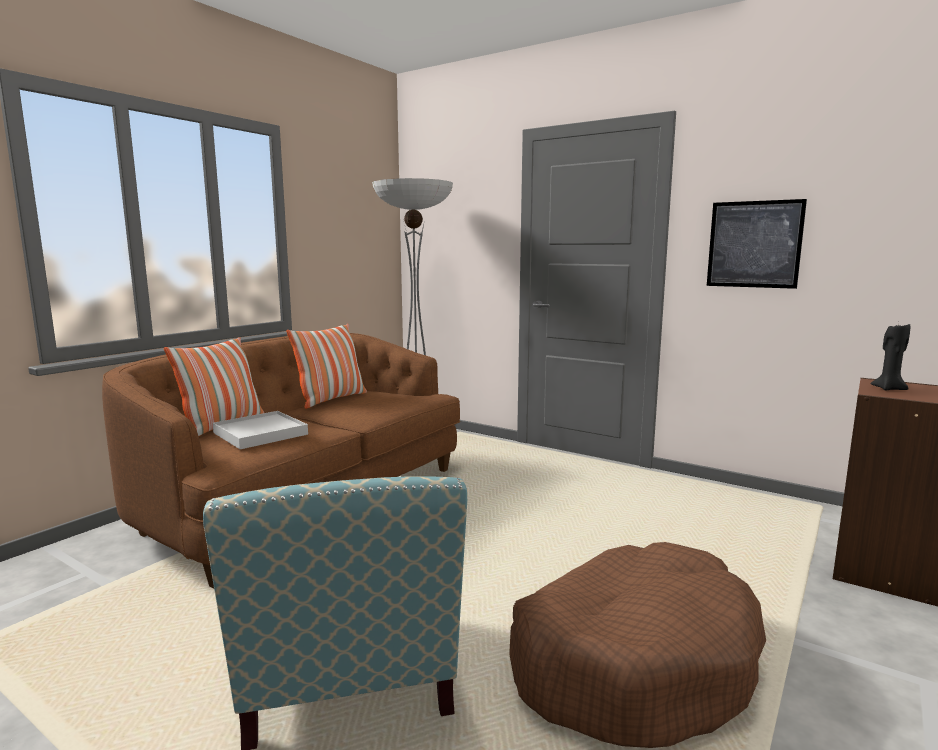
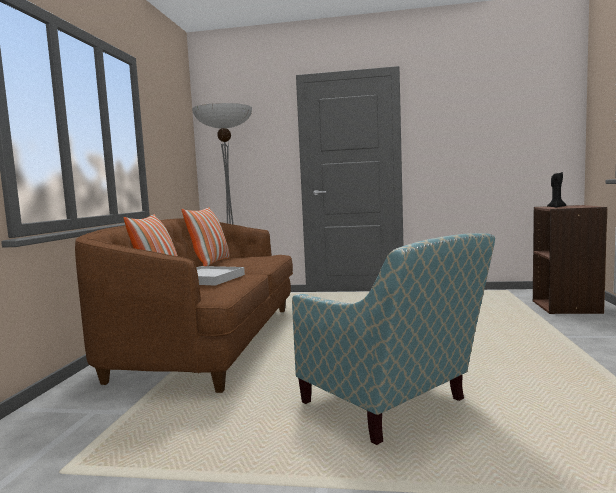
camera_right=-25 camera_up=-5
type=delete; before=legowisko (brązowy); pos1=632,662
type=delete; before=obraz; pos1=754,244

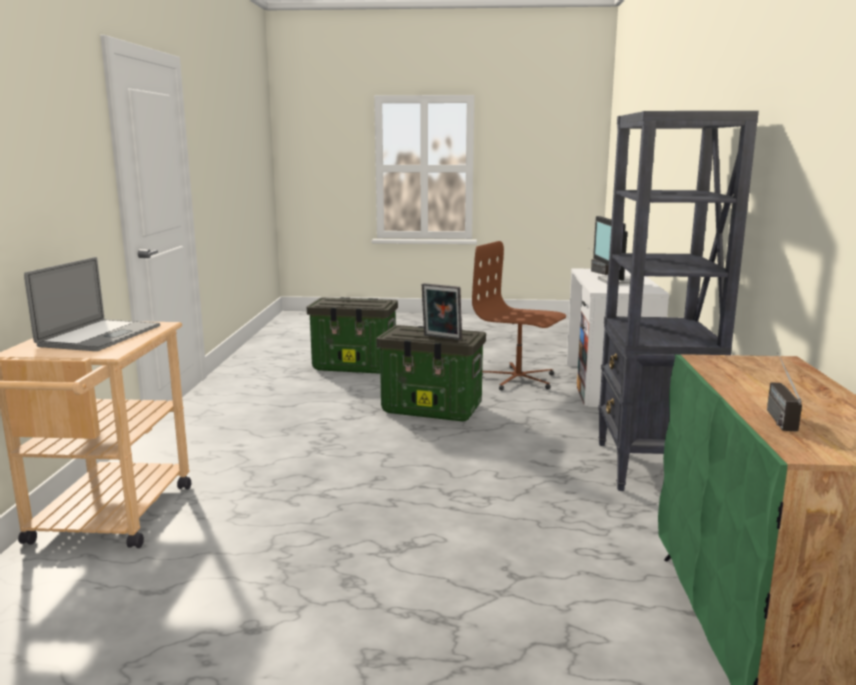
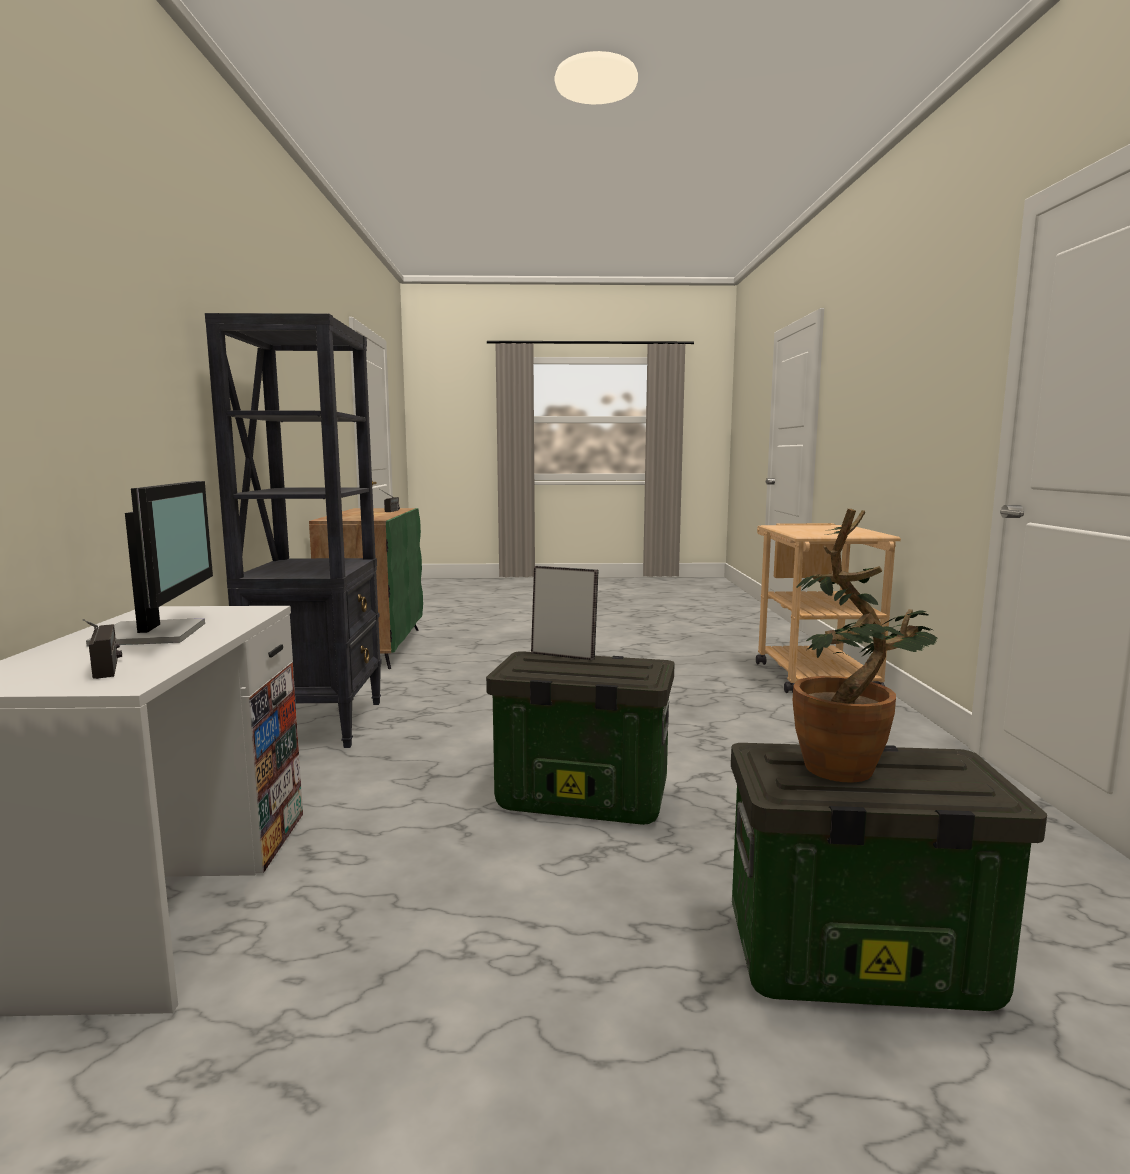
camera_right=175 camera_up=-5
type=delete; before=laptop; pos1=100,336
type=delete; before=krzesło biurowe (brązowy); pos1=518,379
type=insert; after=roślina doniczkowa; pos2=852,766

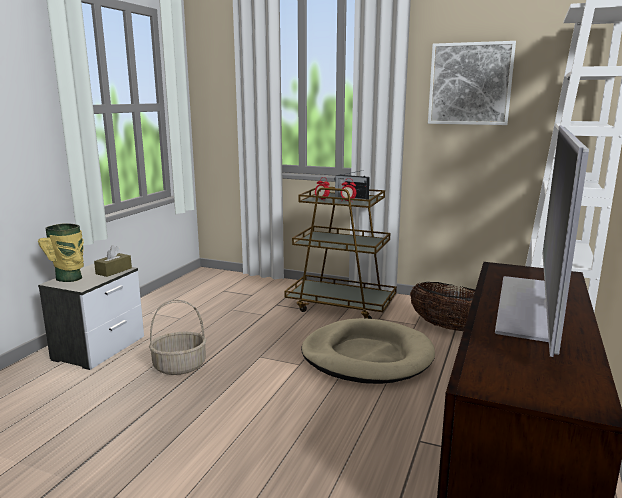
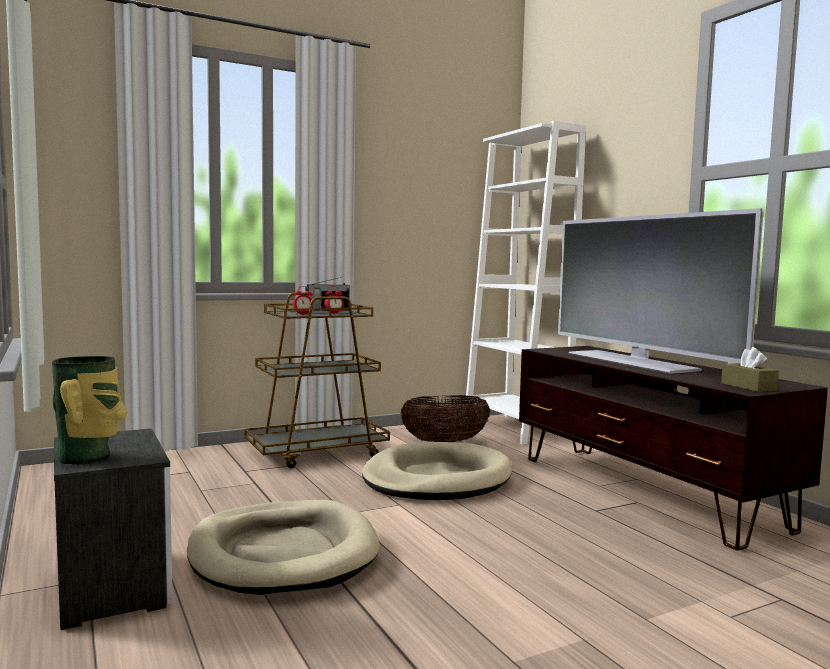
camera_right=-50 camera_up=-10
type=move; before=pudełko chusteczek (brązowy); pos1=114,271; pos2=748,387
type=replace; before=koszyk; after=legowisko (beżowy); pos1=180,366; pos2=283,553
type=delete; before=obraz; pos1=470,84

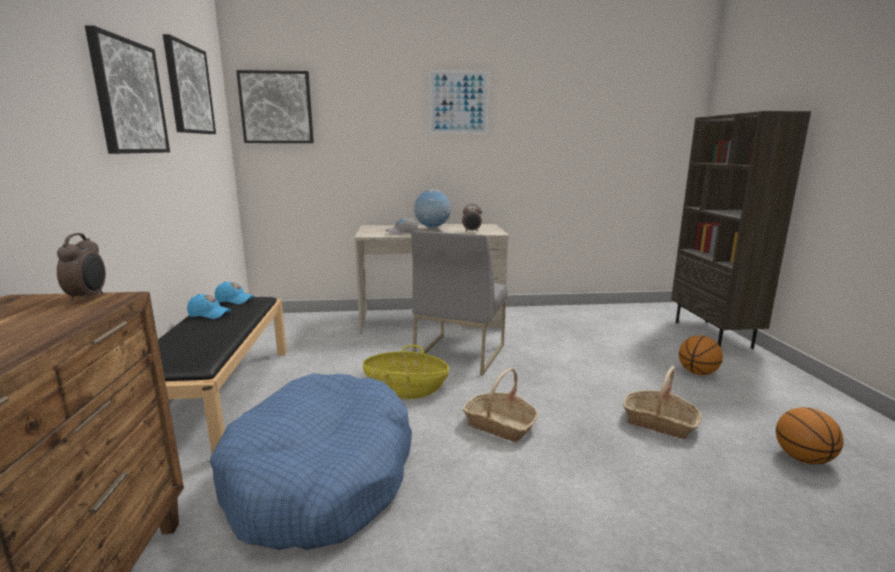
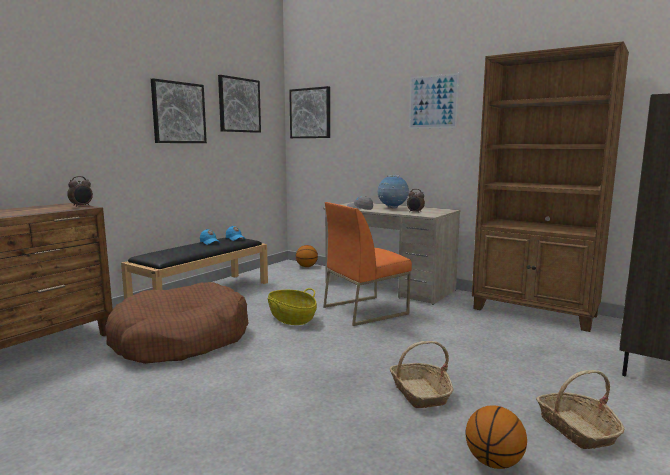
camera_right=40 camera_up=-5
type=recolor; before=legowisko (niebieski); after=legowisko (brązowy); pos1=321,476; pos2=181,339
type=recolor; before=krzesło (szary); after=krzesło (pomarańczowy); pos1=459,353; pos2=365,310
type=move; before=koszyk; pos1=500,425; pos2=577,429
type=move; before=piłka do koszykówki; pos1=697,373; pos2=306,266
type=insert; after=regał (brązowy); pos2=535,312

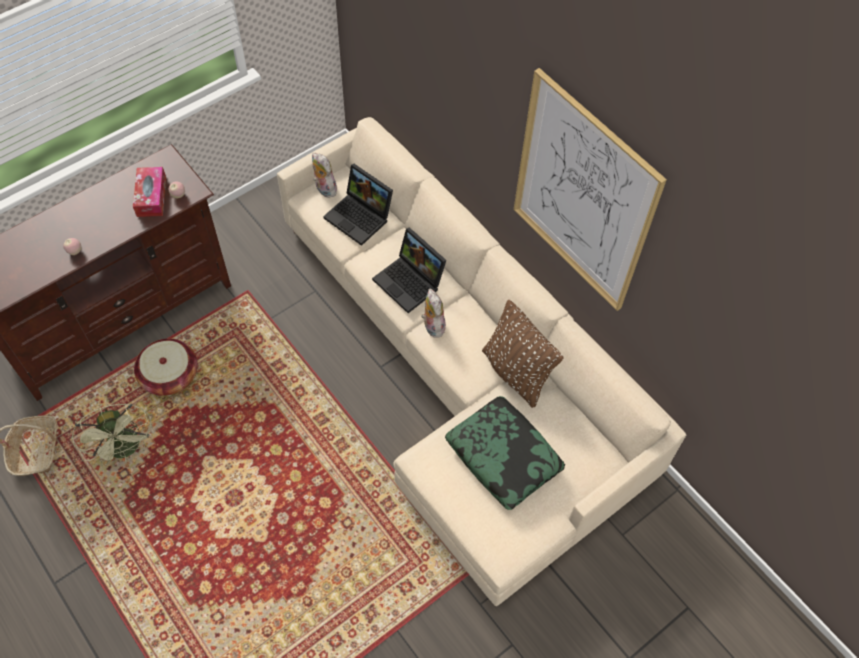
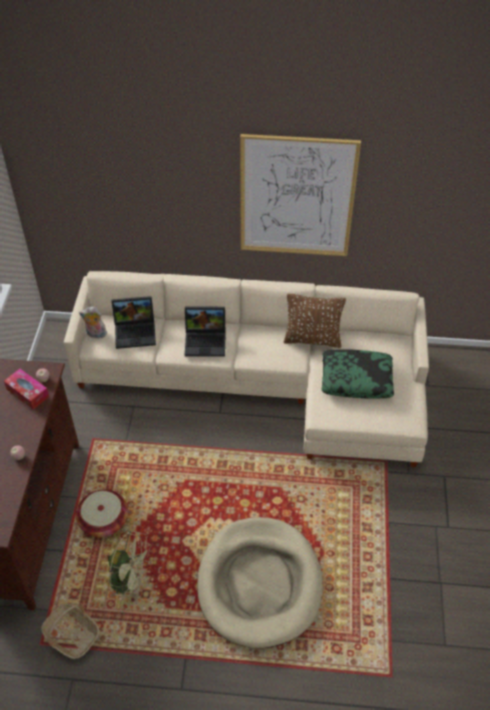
camera_right=-45 camera_up=-10
type=delete; before=pluszak; pos1=432,326
type=insert; after=legowisko (beżowy); pos2=259,583

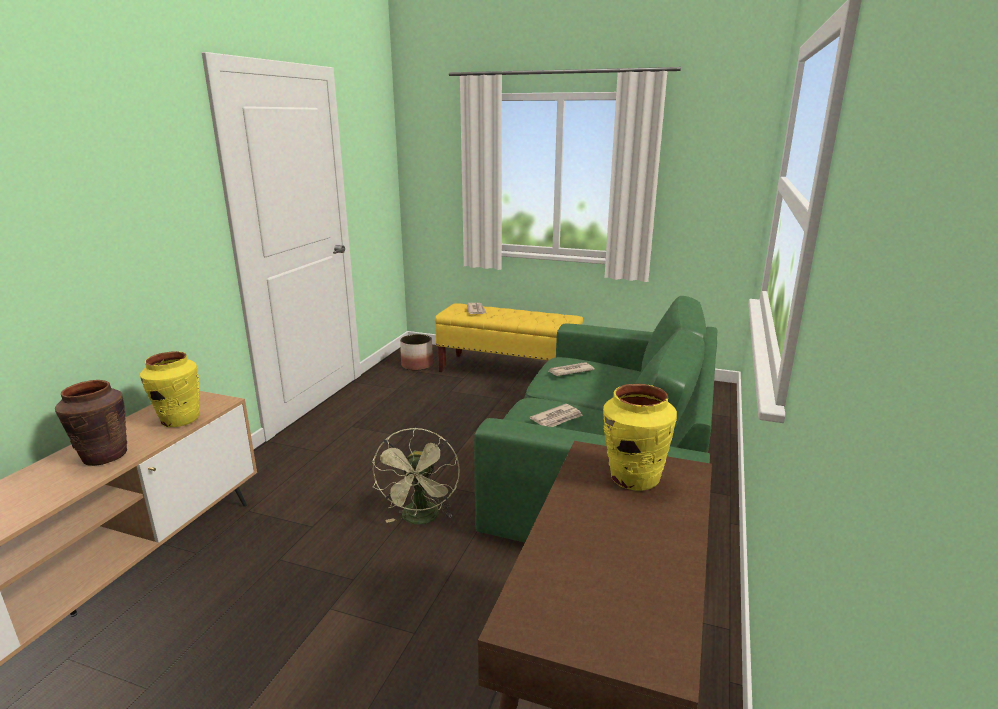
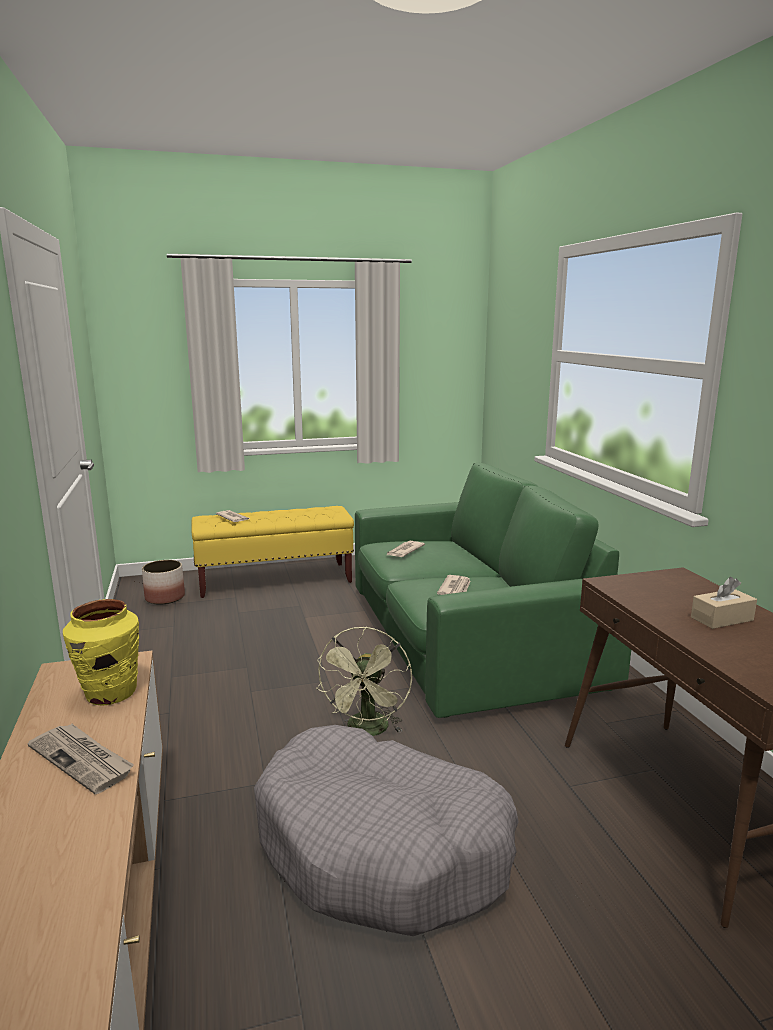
camera_right=-35 camera_up=-5
type=replace; before=wazon (brązowy); after=gazeta; pos1=104,456; pos2=82,759
type=rotate; before=wentylator (zielony); pos1=421,519; pos2=367,731; turn=45
type=delete; before=wazon (żółty); pos1=633,478
type=insert; after=legowisko (szary); pos2=383,847
type=insert; after=pudełko chusteczek (beżowy); pos2=721,619

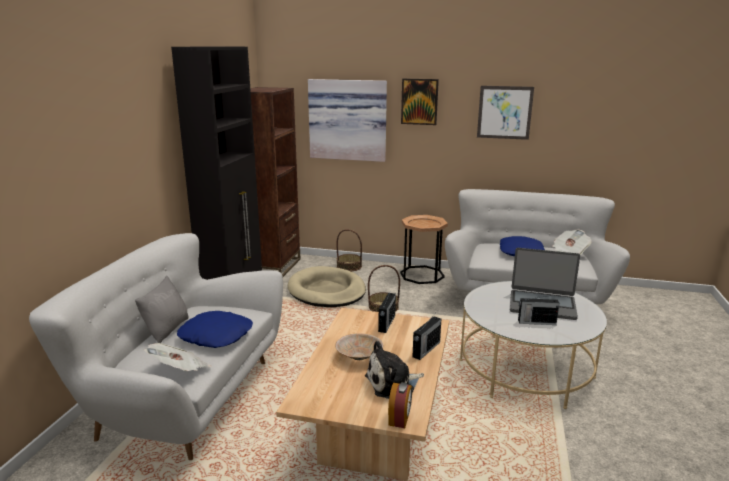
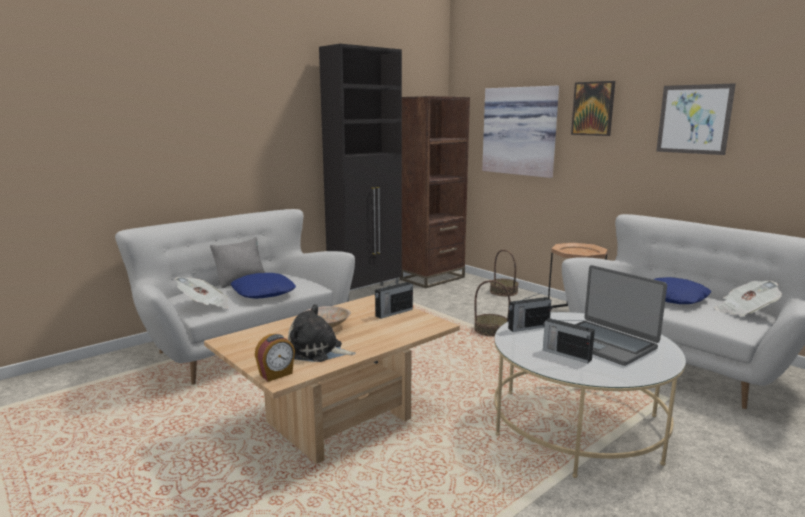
camera_right=35 camera_up=-5
type=delete; before=legowisko (beżowy); pos1=327,291
type=move; before=radio; pos1=425,350; pos2=528,327

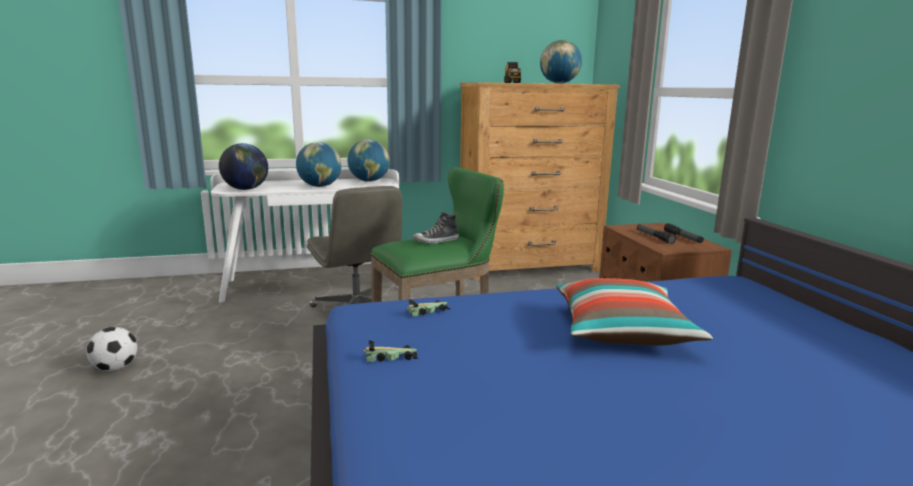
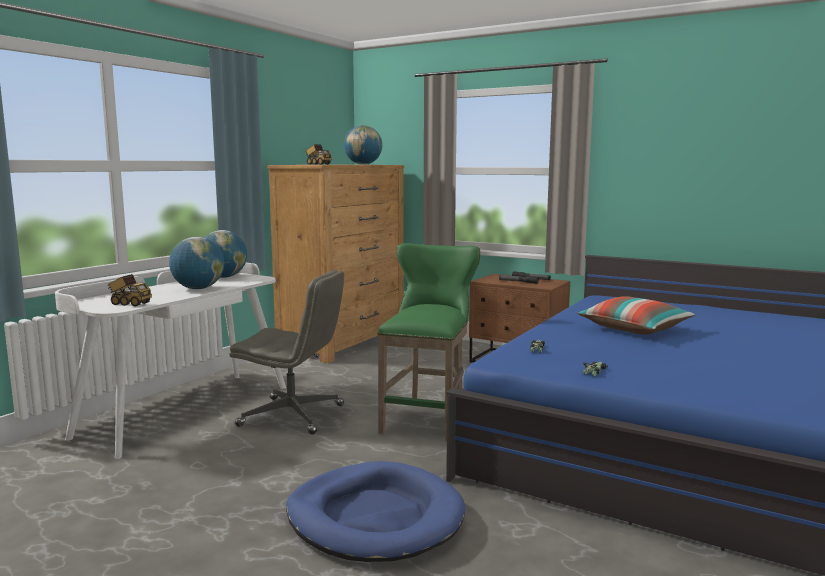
camera_right=-45 camera_up=-5
type=delete; before=piłka futbolowa; pos1=115,368
type=replace; before=globus; after=ciężarówka zabawkowa; pos1=246,189; pos2=130,304
type=delete; before=but; pos1=436,241
type=insert; after=legowisko (niebieski); pos2=375,517

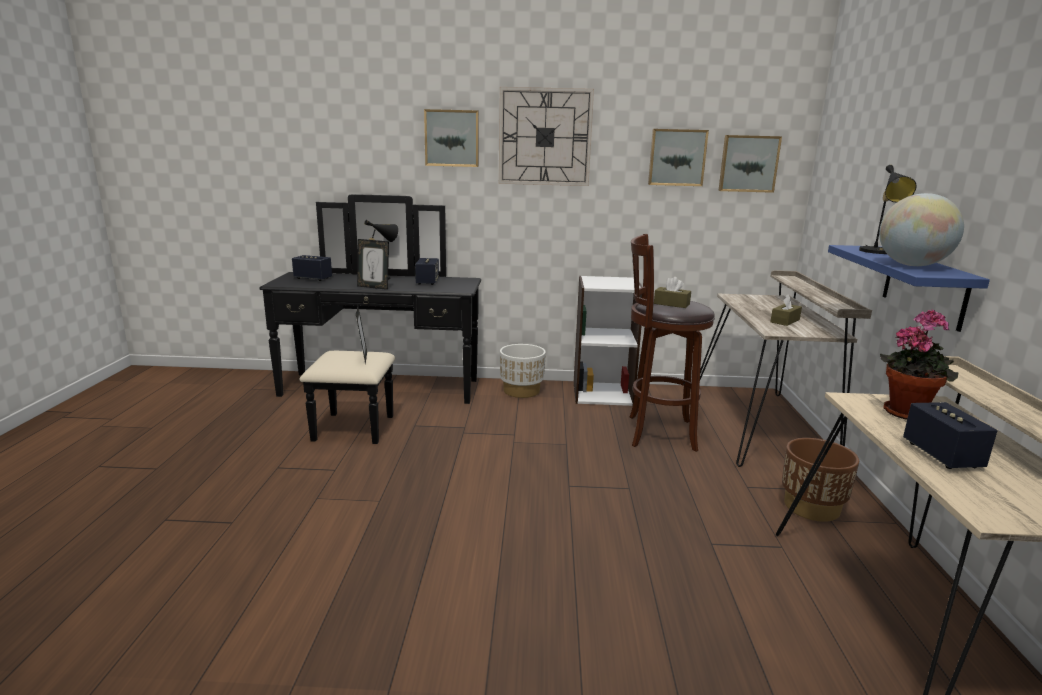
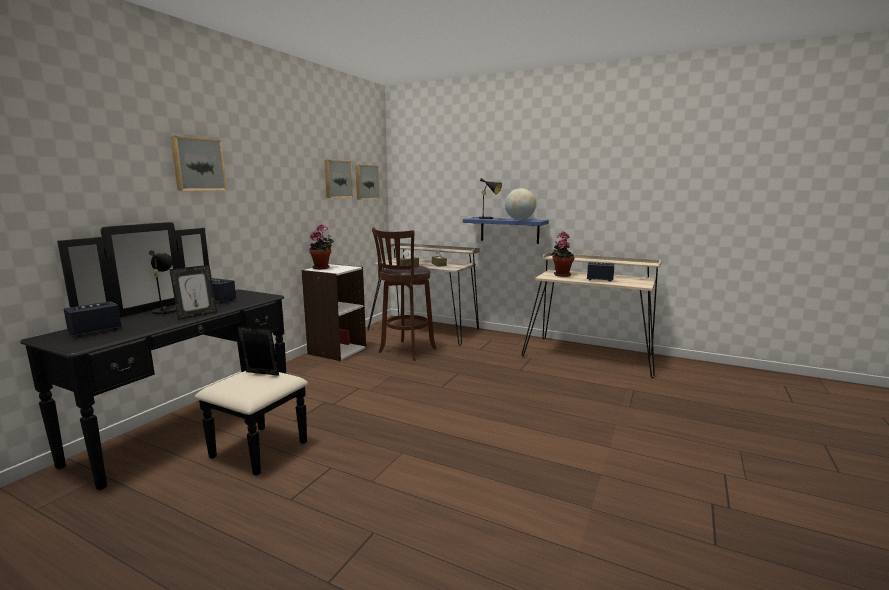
camera_right=-65 camera_up=-5
type=delete; before=zegar ścienny; pos1=545,137
type=delete; before=donica (biały); pos1=521,391
type=delete; before=donica (brązowy); pos1=811,507
type=insert; after=roślina doniczkowa; pos2=322,268

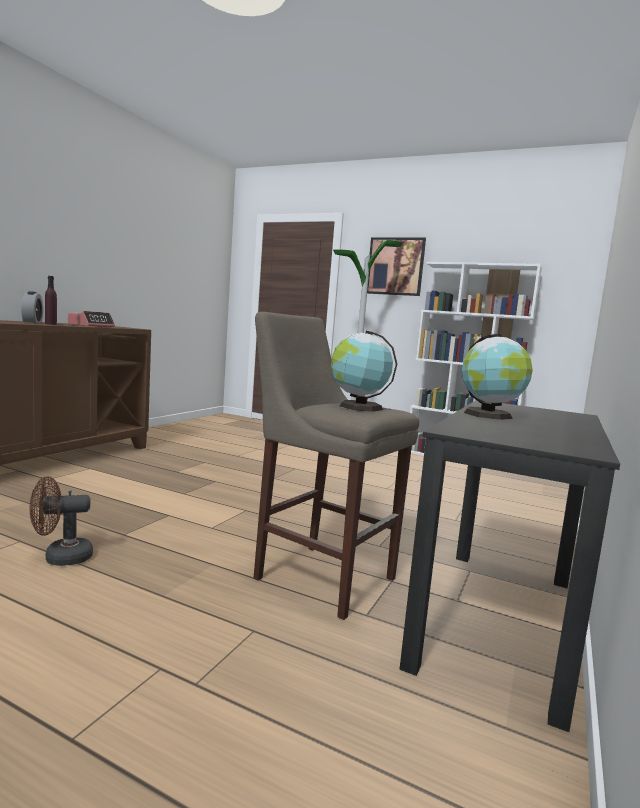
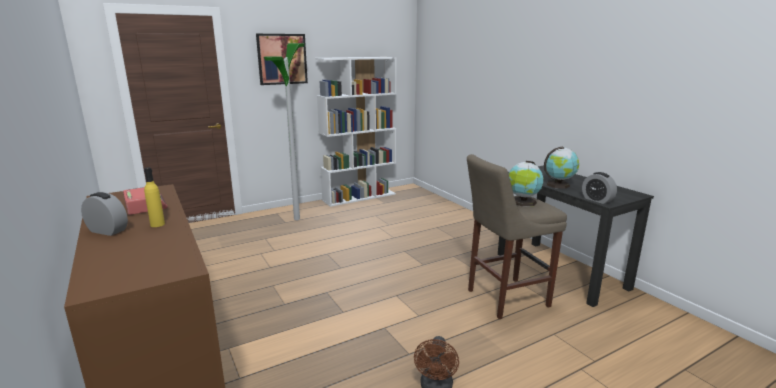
camera_right=-55 camera_up=10
type=recolor; before=butelka (fioletowy); after=butelka (żółty); pos1=50,324; pos2=157,224
type=insert; after=budzik; pos2=597,200

